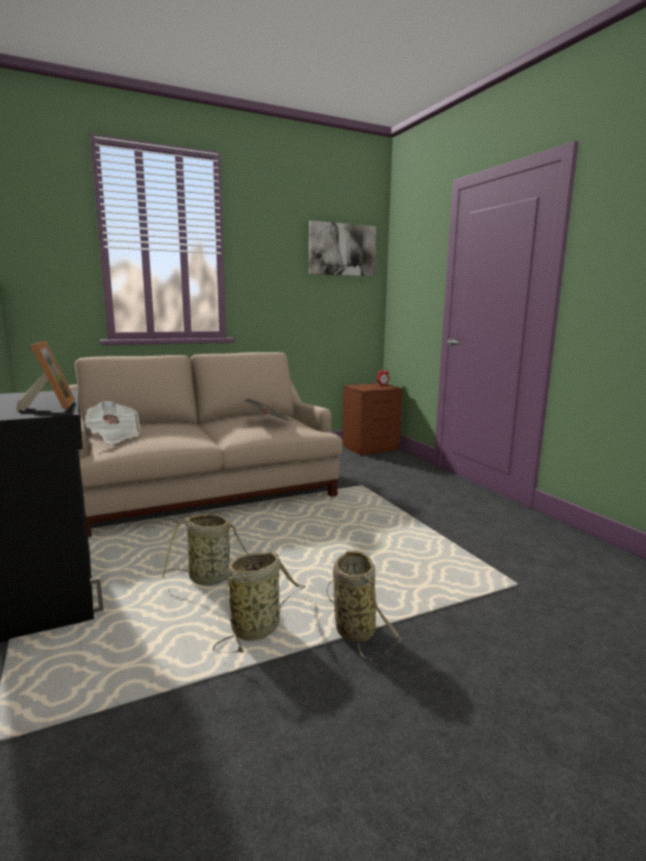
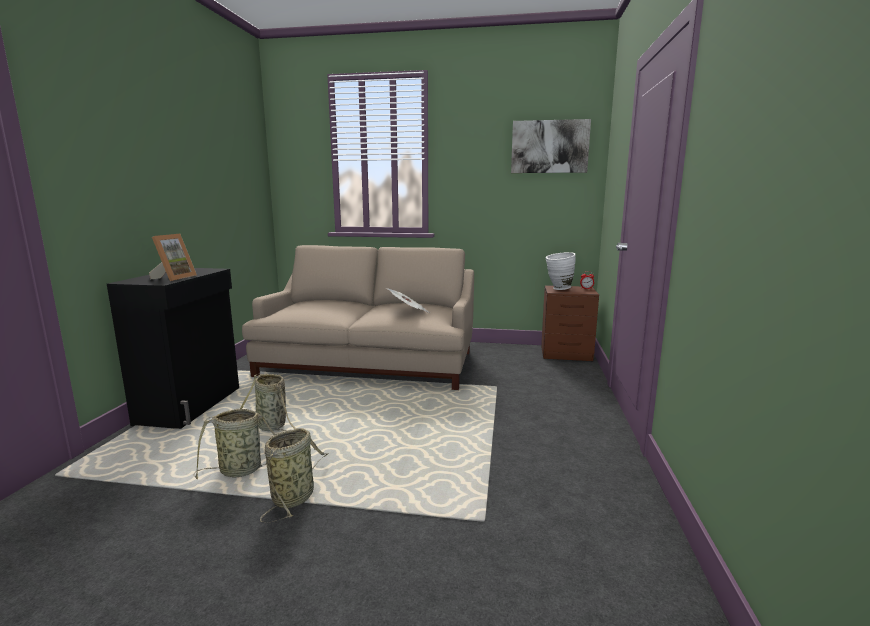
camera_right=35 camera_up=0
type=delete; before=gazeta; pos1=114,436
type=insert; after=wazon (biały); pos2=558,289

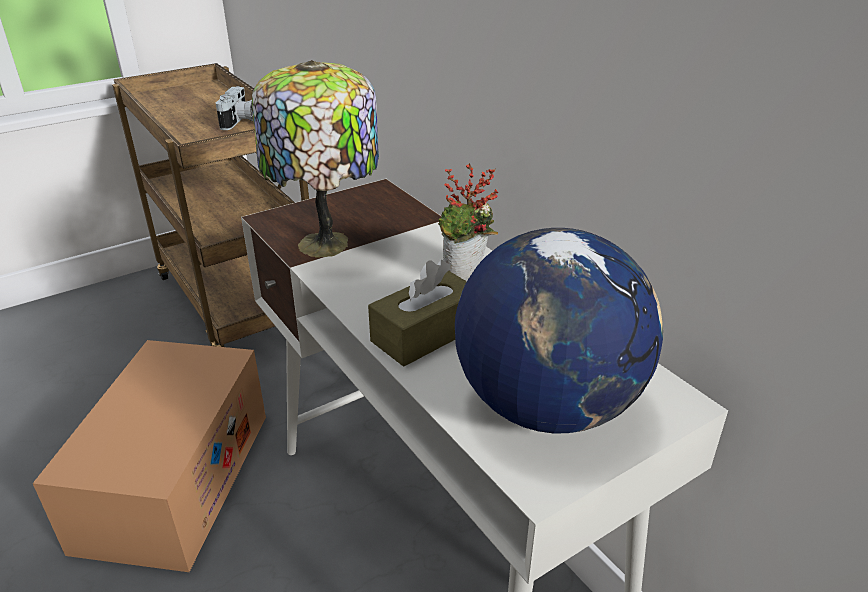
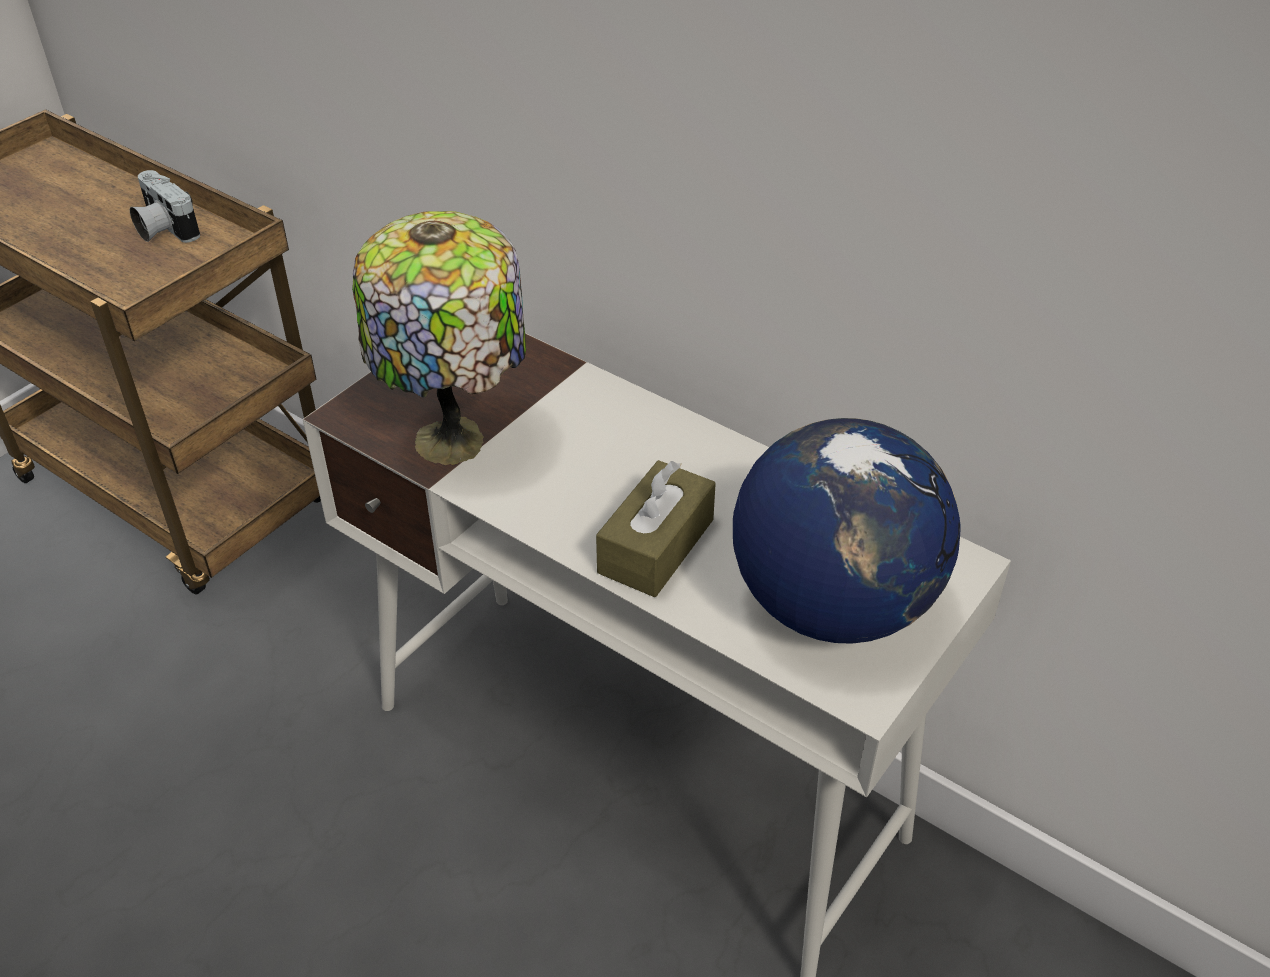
camera_right=-20 camera_up=10
type=delete; before=karton; pos1=175,479
type=rotate; before=aparat fotograficzny; pos1=240,122; pos2=163,229; turn=150
type=delete; before=roślina doniczkowa; pos1=466,278

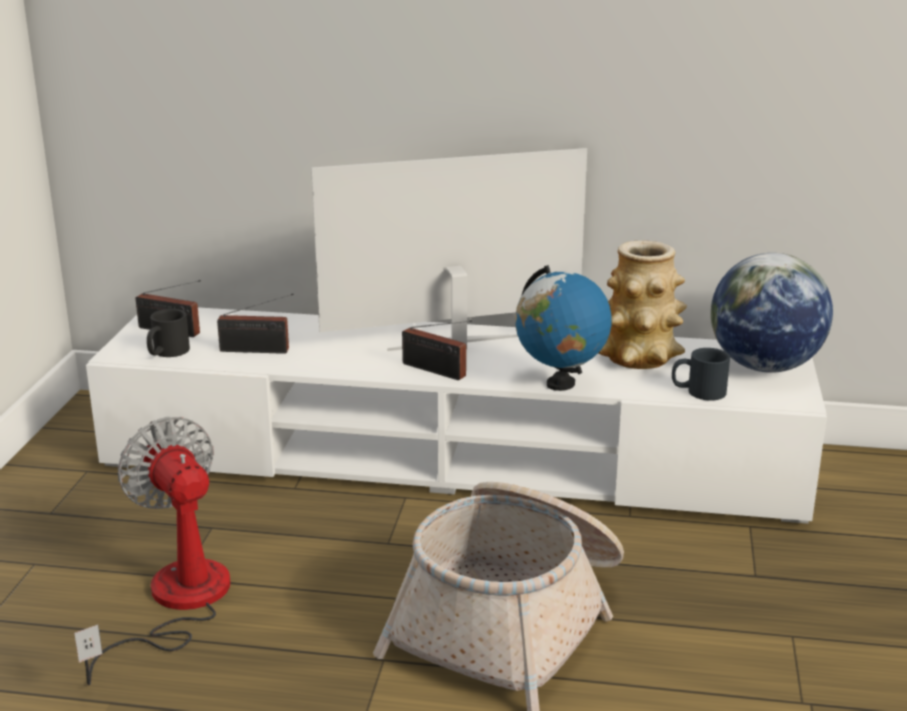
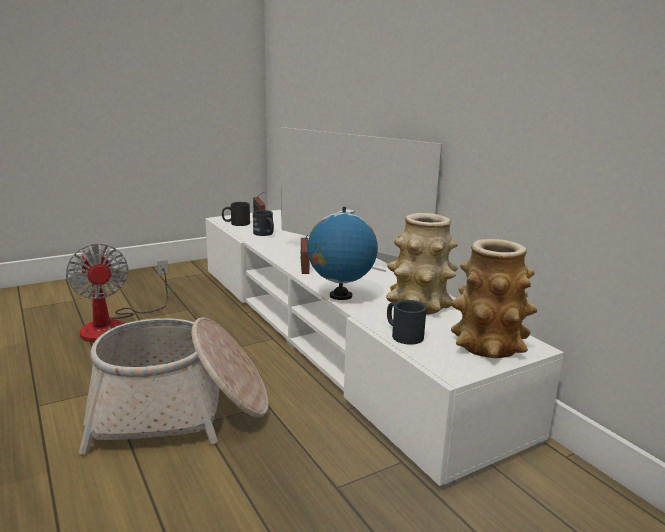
camera_right=50 camera_up=-5
type=rotate; before=wentylator; pos1=175,604; pos2=115,325; turn=135
type=replace; before=radio; after=kubek (czarny); pos1=258,350; pos2=265,234
type=replace; before=globus; after=wazon; pos1=764,366; pos2=488,345

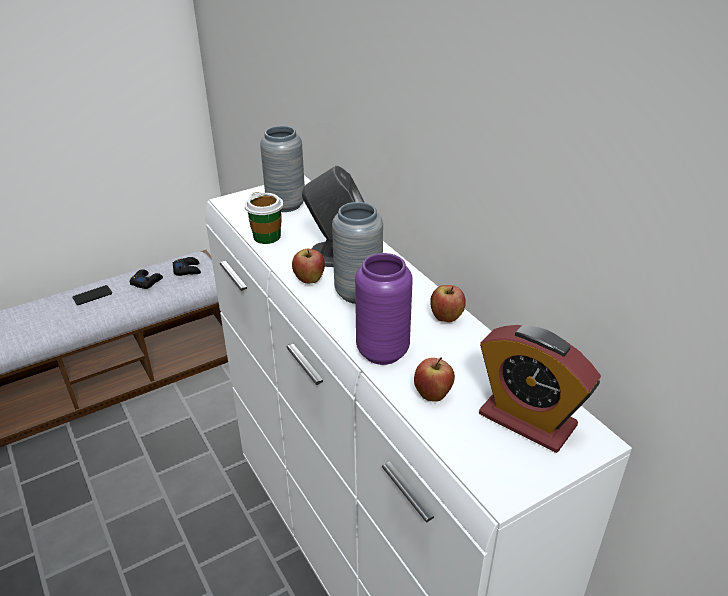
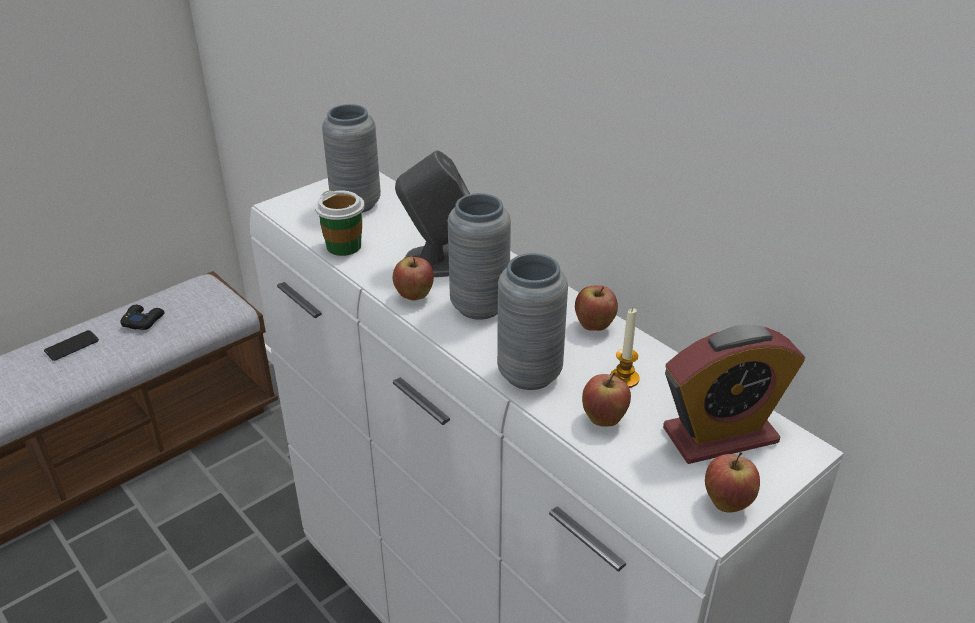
camera_right=-10 camera_up=0
type=delete; before=pad do gier (czarny); pos1=187,270
type=recolor; before=wazon (fioletowy); after=wazon (szary); pos1=382,351; pos2=529,374
type=rotate; before=budzik; pos1=527,420; pos2=720,435; turn=-45
type=insert; after=świeca; pos2=624,378
type=insert; after=jabłko; pos2=726,503

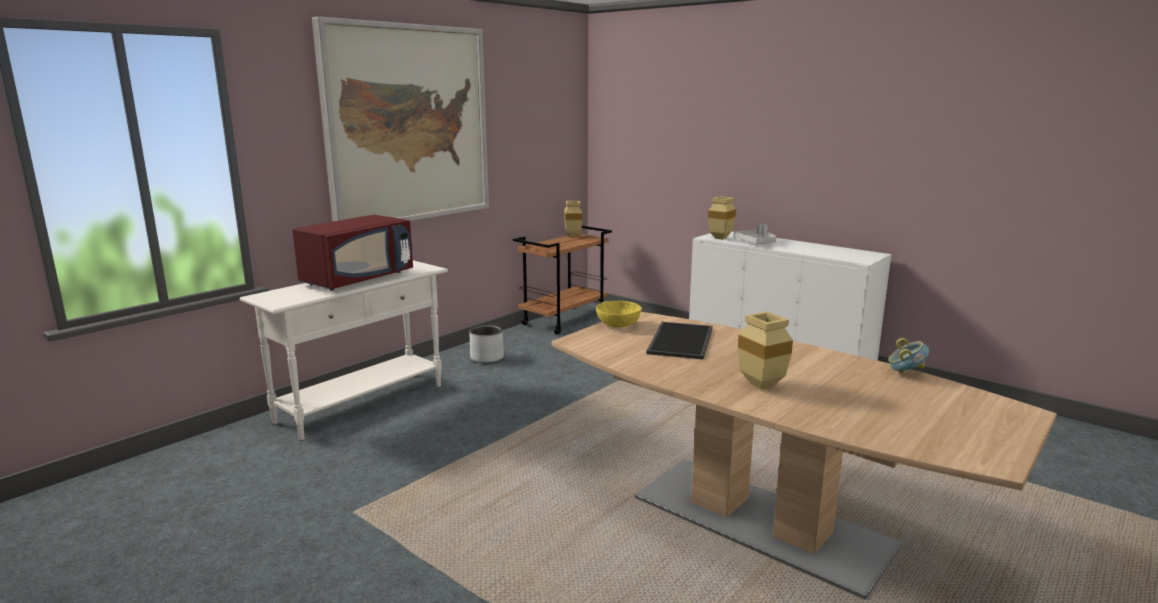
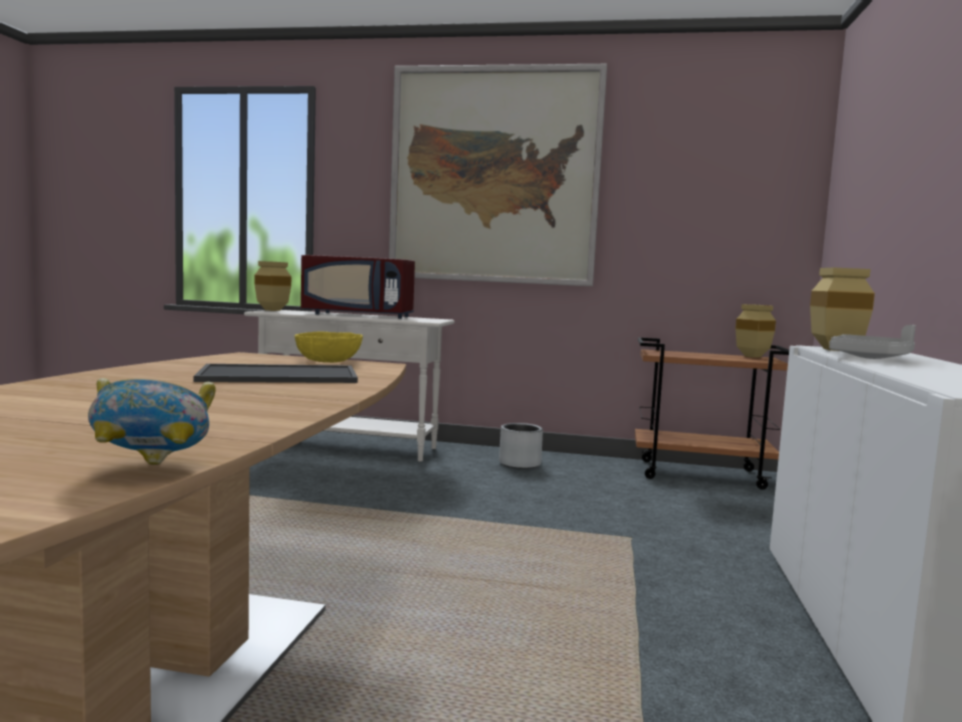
camera_right=60 camera_up=-10
type=move; before=wazon (beżowy); pos1=758,384; pos2=273,310

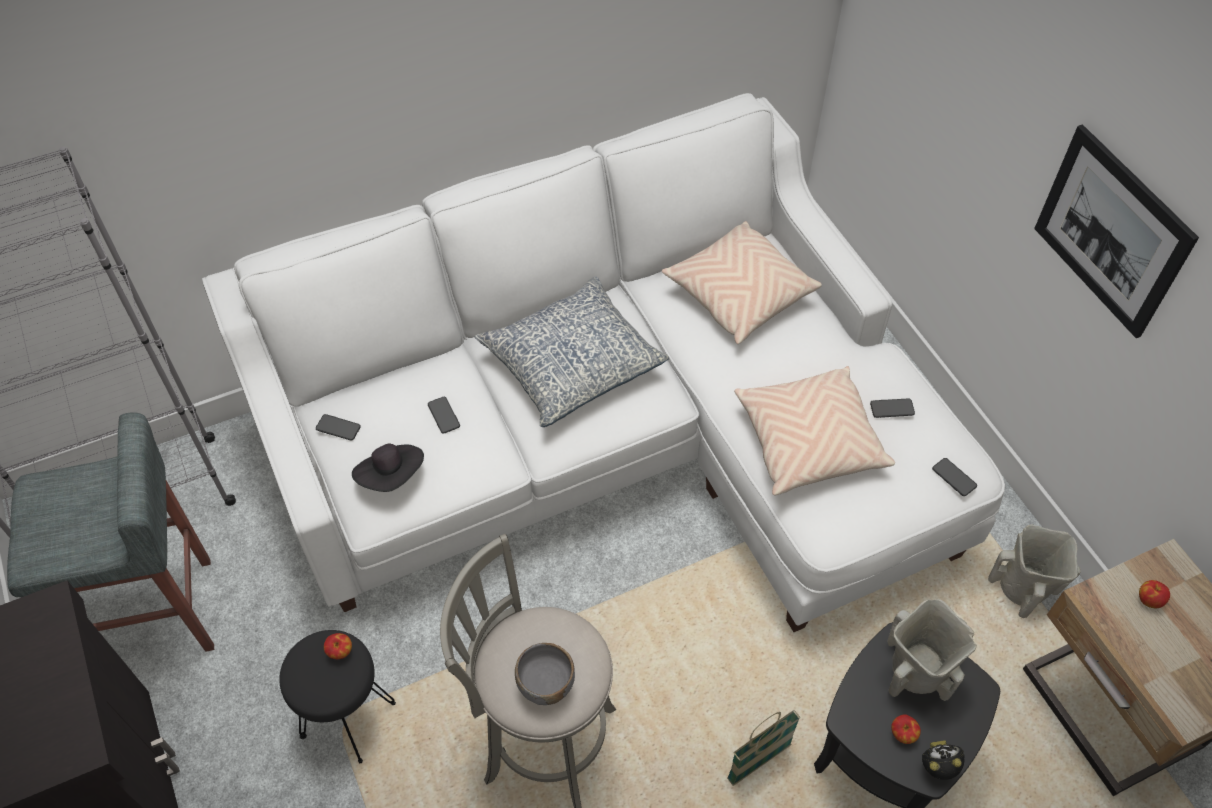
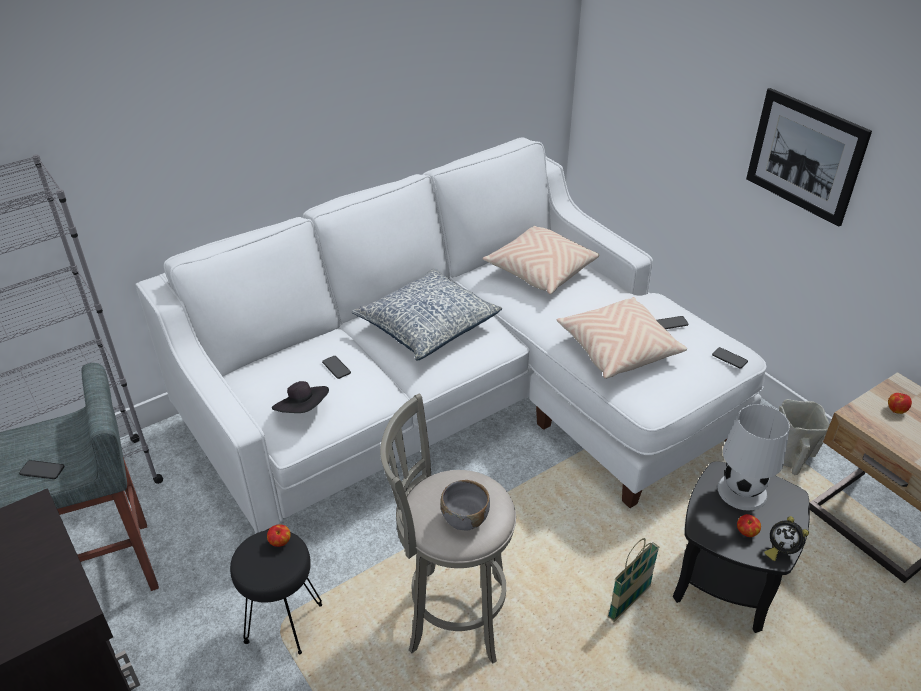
camera_right=-10 camera_up=-15
type=move; before=telefon; pos1=338,428; pos2=42,470
type=replace; before=wazon (beżowy); after=lampa stołowa (biały); pos1=915,672; pos2=741,491
type=rotate; before=budzik; pos1=938,766; pos2=780,550; turn=-120

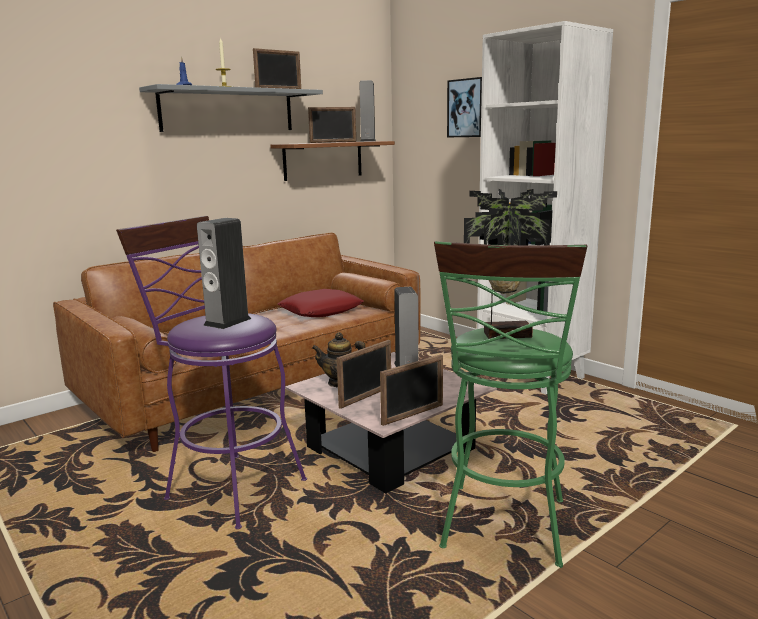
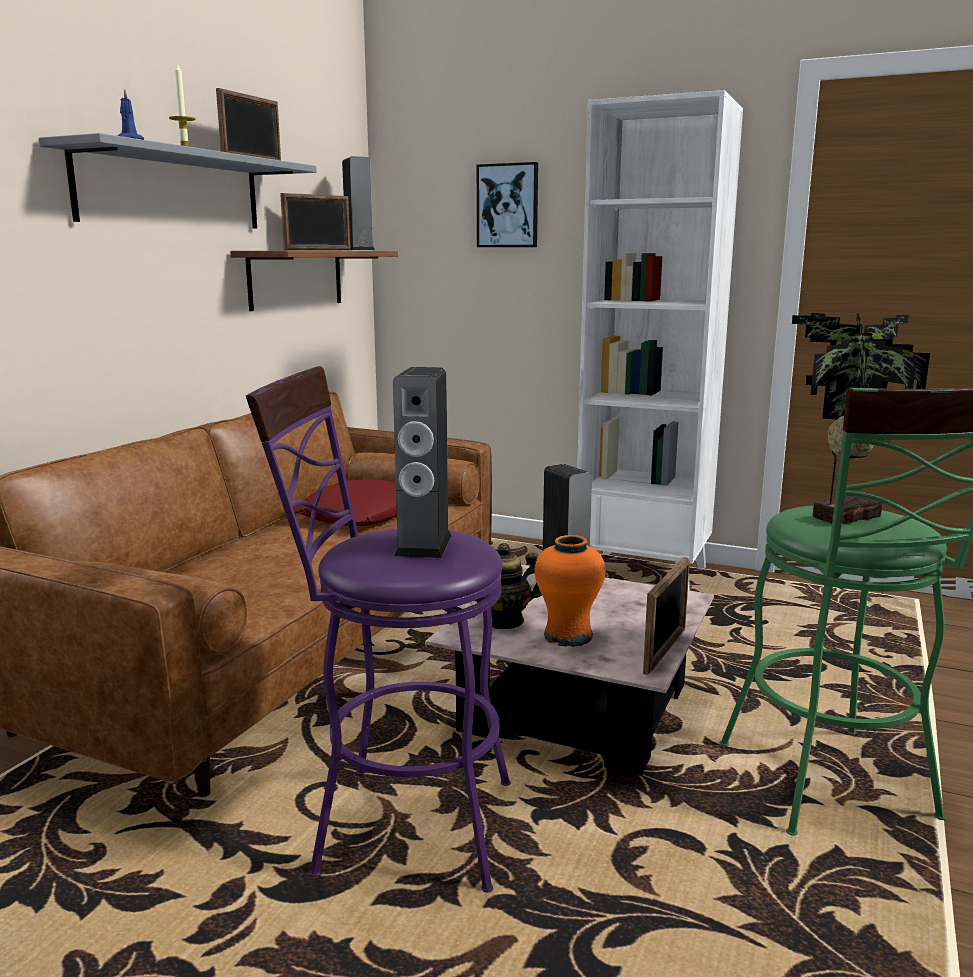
camera_right=-25 camera_up=0
type=replace; before=ramka na zdjęcie; after=wazon (pomarańczowy); pos1=366,397; pos2=568,636

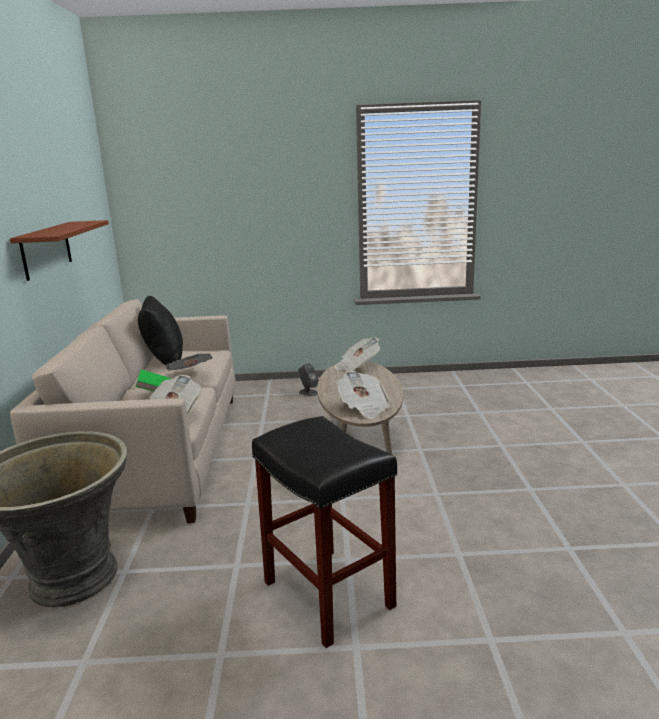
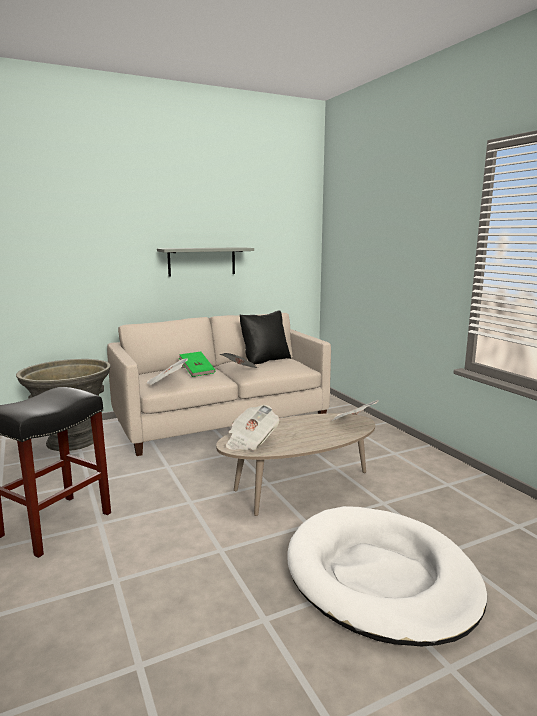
camera_right=65 camera_up=-5
type=recolor; before=półka (brązowy); after=półka (szary); pos1=46,249; pos2=202,261
type=delete; before=głośnik (szary); pos1=308,392
type=insert; after=legowisko (biały); pos2=380,577

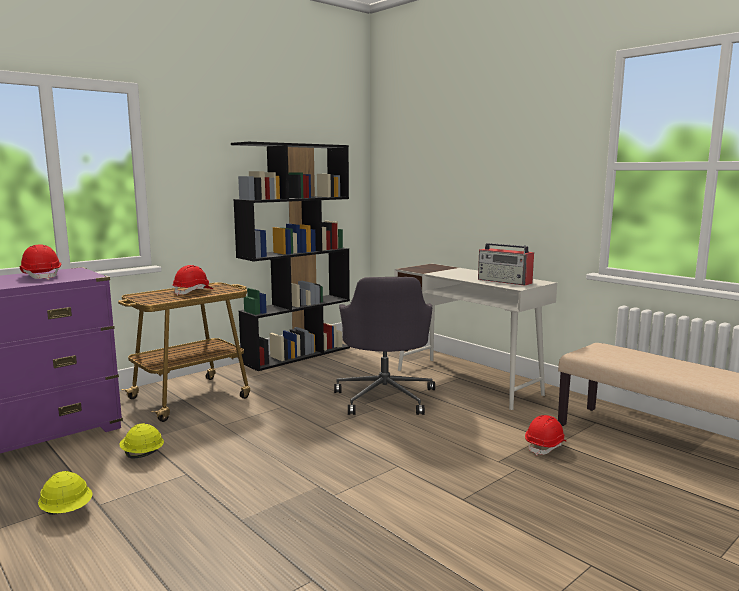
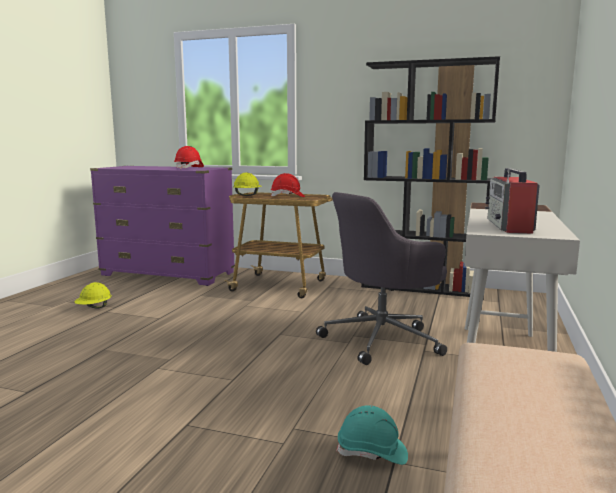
camera_right=60 camera_up=0
type=move; before=kask (żółty); pos1=142,455; pos2=247,195
type=recolor; before=kask (czerwony); after=kask (turkusowy); pos1=545,446; pos2=372,453

